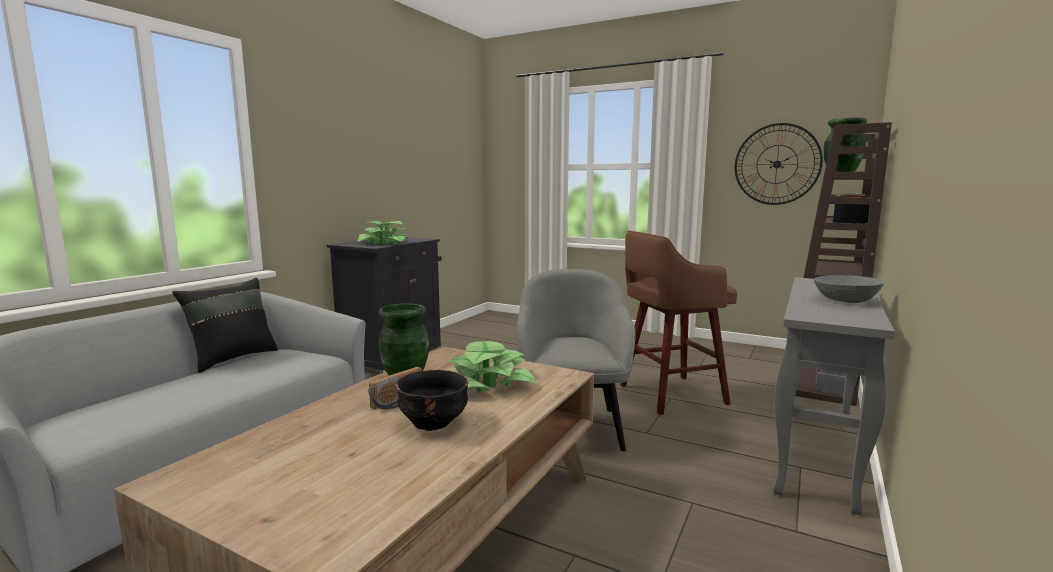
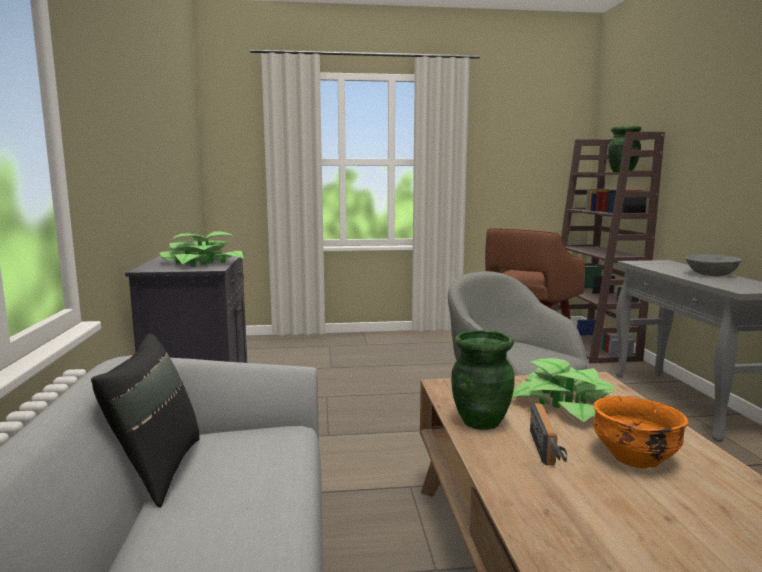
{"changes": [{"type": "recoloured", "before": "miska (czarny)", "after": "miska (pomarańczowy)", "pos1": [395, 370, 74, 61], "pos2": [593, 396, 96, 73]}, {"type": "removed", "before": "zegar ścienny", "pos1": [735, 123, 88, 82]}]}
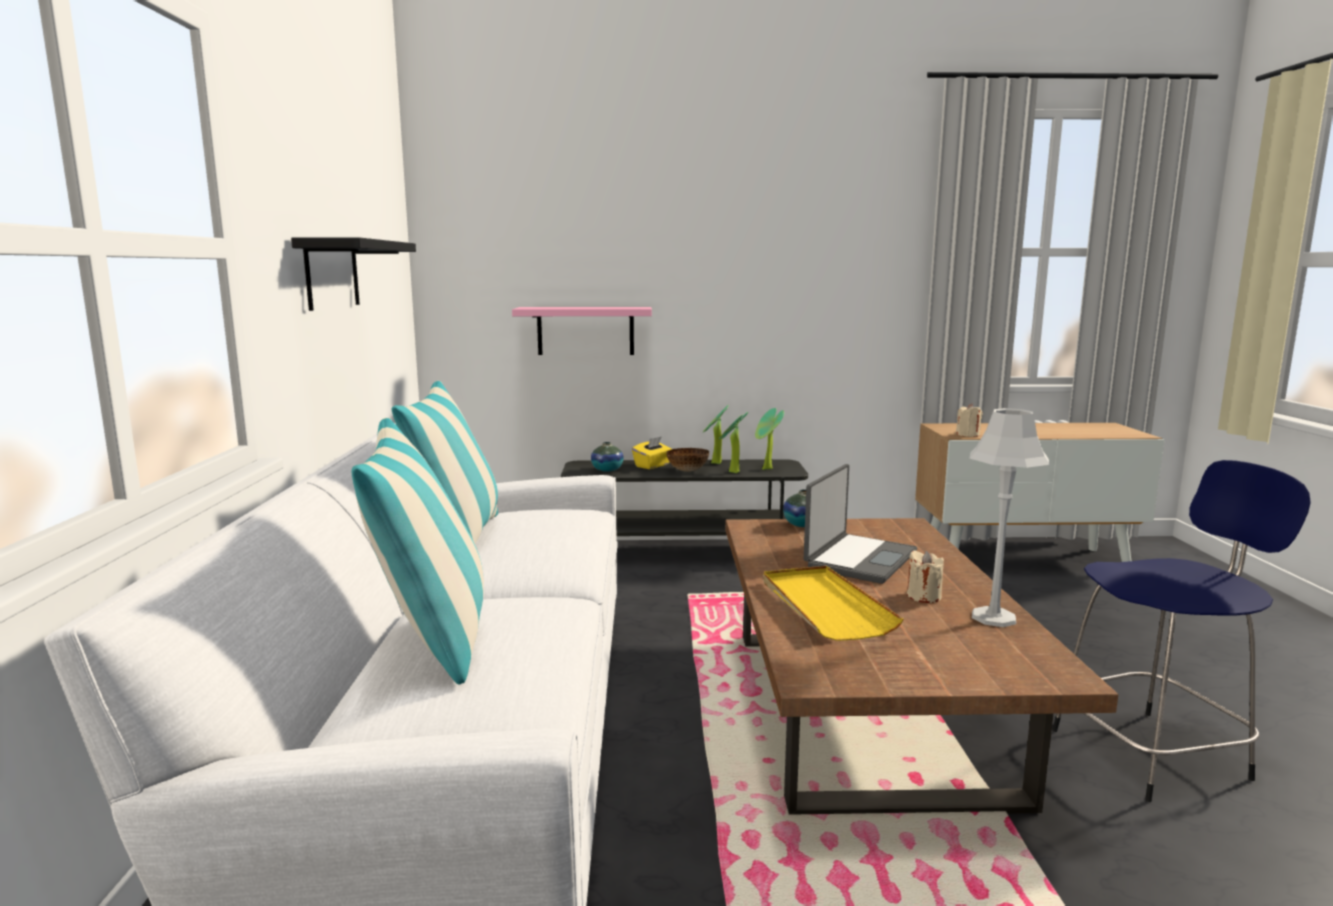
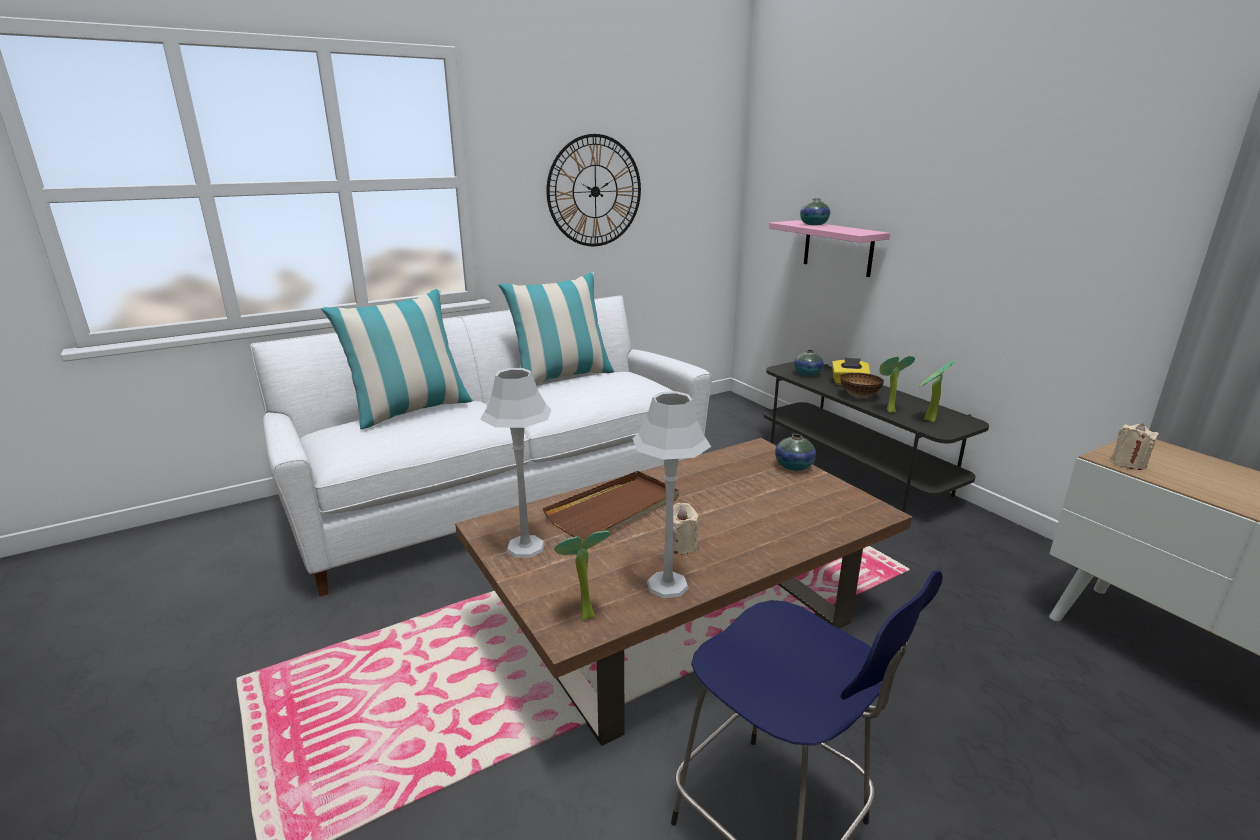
{"changes": [{"type": "added", "after": "lampa stołowa (szary)", "pos2": [480, 368, 72, 190]}, {"type": "recoloured", "before": "taca (żółty)", "after": "taca (brązowy)", "pos1": [763, 566, 141, 75], "pos2": [543, 471, 136, 70]}, {"type": "replaced", "before": "półka (czarny)", "after": "zegar ścienny", "pos1": [291, 237, 125, 74], "pos2": [547, 134, 94, 112]}, {"type": "moved", "before": "roślina doniczkowa", "pos1": [702, 405, 27, 59], "pos2": [554, 531, 56, 89]}, {"type": "added", "after": "wazon", "pos2": [800, 198, 30, 27]}, {"type": "removed", "before": "laptop", "pos1": [804, 464, 113, 120]}]}
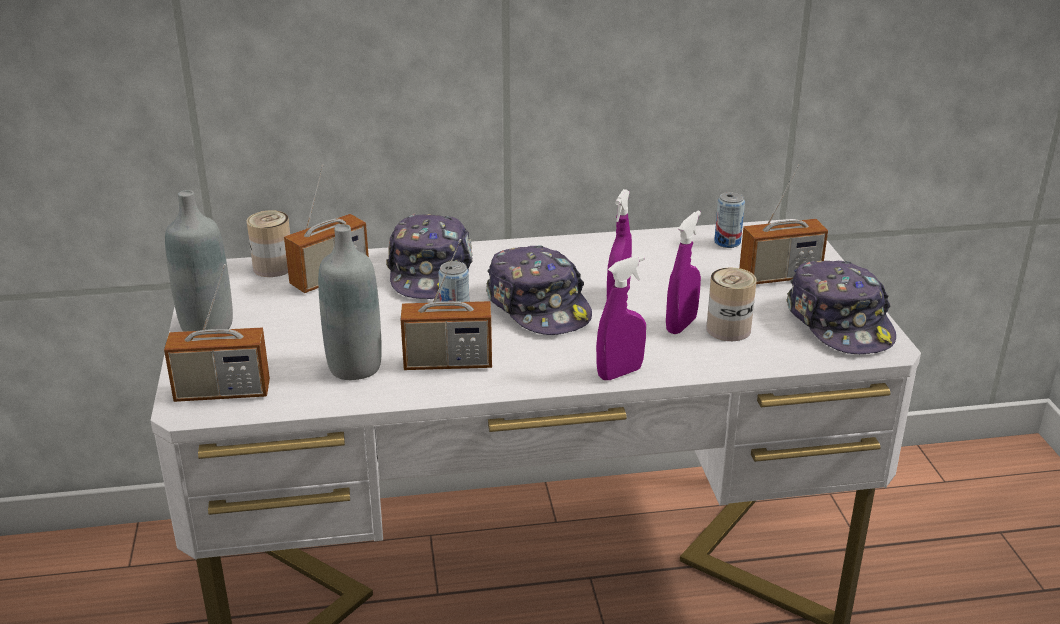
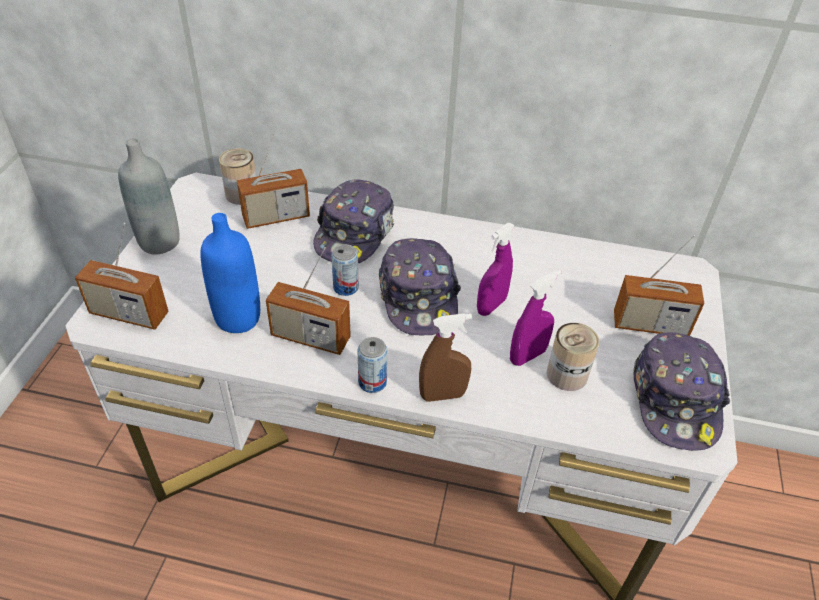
{"changes": [{"type": "recoloured", "before": "butelka (szary)", "after": "butelka (niebieski)", "pos1": [318, 224, 64, 156], "pos2": [200, 213, 60, 120]}, {"type": "moved", "before": "puszka", "pos1": [714, 192, 31, 56], "pos2": [357, 337, 30, 56]}, {"type": "recoloured", "before": "spryskiwacz (fioletowy)", "after": "spryskiwacz (brązowy)", "pos1": [596, 255, 50, 125], "pos2": [419, 313, 53, 89]}]}
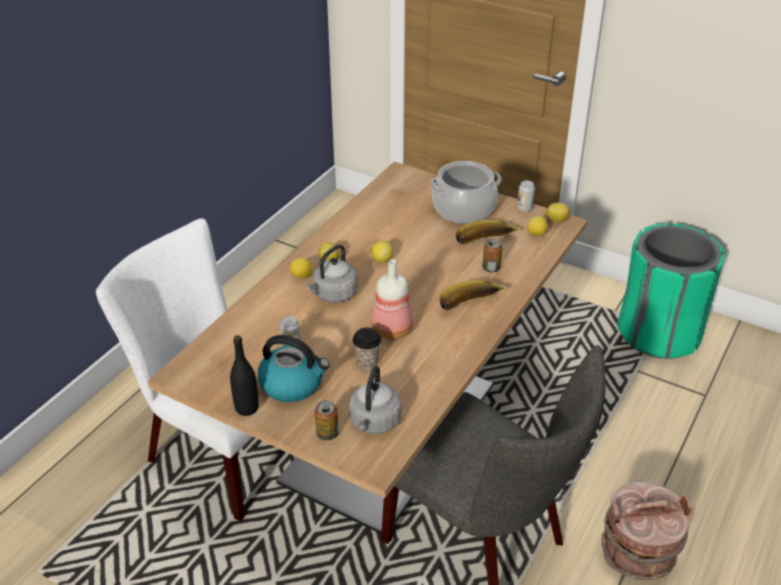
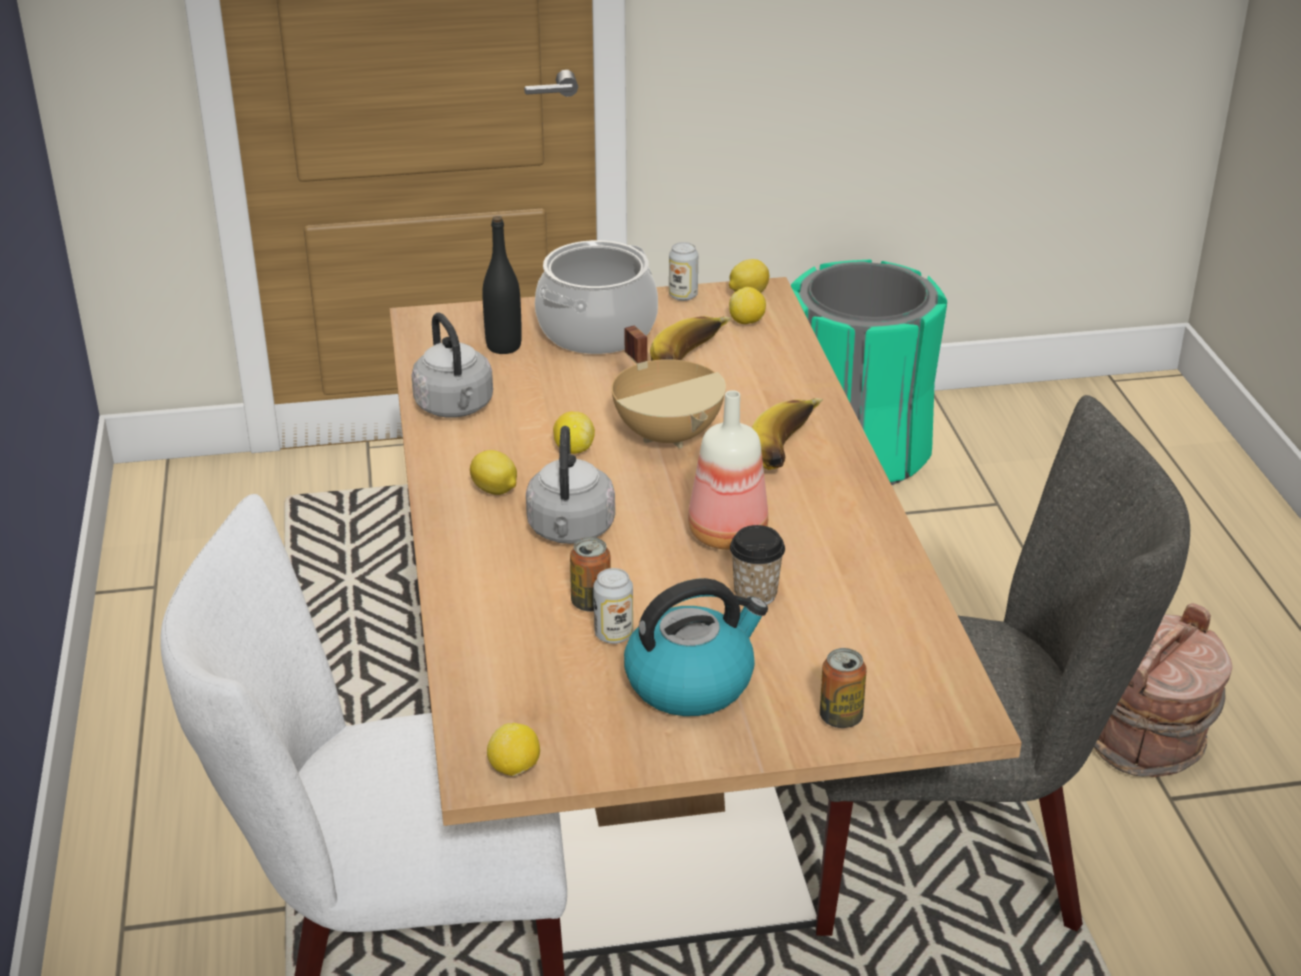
{"changes": [{"type": "moved", "before": "czajnik (szary)", "pos1": [349, 366, 52, 68], "pos2": [411, 312, 82, 106]}, {"type": "moved", "before": "butelka (czarny)", "pos1": [230, 335, 29, 81], "pos2": [482, 216, 40, 138]}, {"type": "moved", "before": "cytryna", "pos1": [290, 257, 22, 21], "pos2": [487, 723, 53, 53]}, {"type": "moved", "before": "puszka", "pos1": [482, 238, 21, 35], "pos2": [570, 537, 41, 75]}, {"type": "added", "after": "garnek (beżowy)", "pos2": [611, 325, 115, 124]}]}
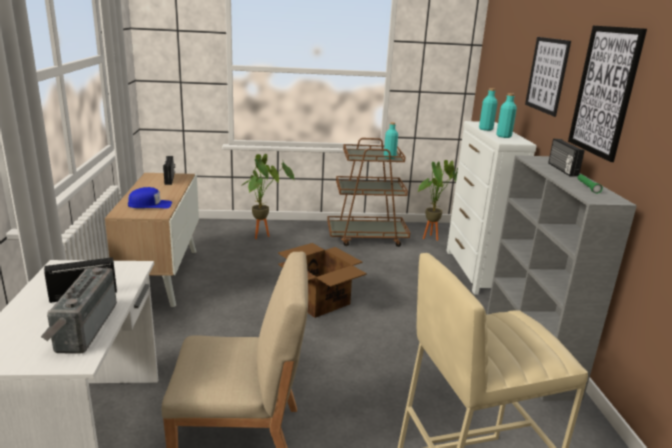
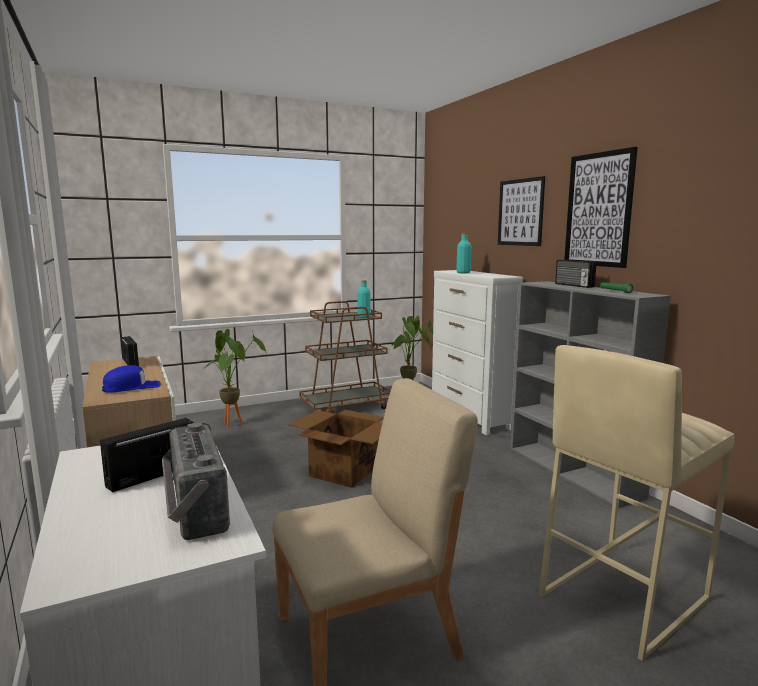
{"changes": [{"type": "removed", "before": "butelka (turkusowy)", "pos1": [496, 93, 21, 45]}]}
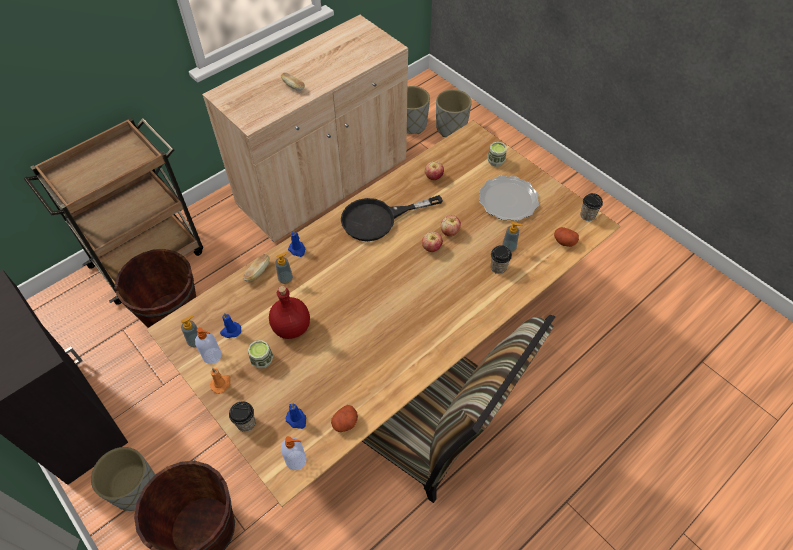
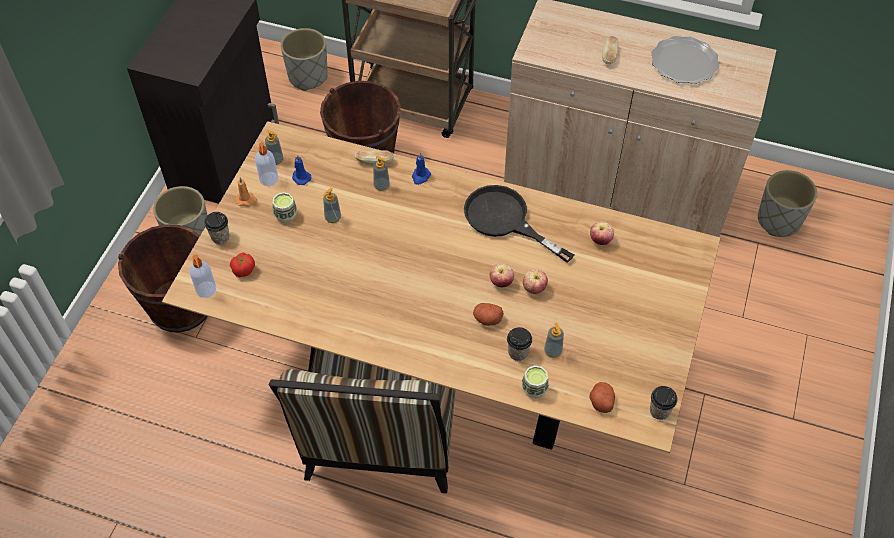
{"changes": [{"type": "replaced", "before": "świeca (niebieski)", "after": "pomidor", "pos1": [286, 403, 20, 26], "pos2": [230, 253, 25, 24]}, {"type": "moved", "before": "donica (szary)", "pos1": [436, 89, 36, 48], "pos2": [281, 28, 47, 63]}, {"type": "replaced", "before": "butelka (czerwony)", "after": "dozownik mydła", "pos1": [269, 286, 41, 53], "pos2": [322, 188, 19, 35]}, {"type": "moved", "before": "ziemniak", "pos1": [331, 405, 27, 27], "pos2": [473, 303, 31, 23]}, {"type": "moved", "before": "filiżanka", "pos1": [487, 142, 20, 25], "pos2": [522, 365, 27, 33]}, {"type": "moved", "before": "talerz", "pos1": [479, 176, 60, 45], "pos2": [651, 36, 68, 48]}]}
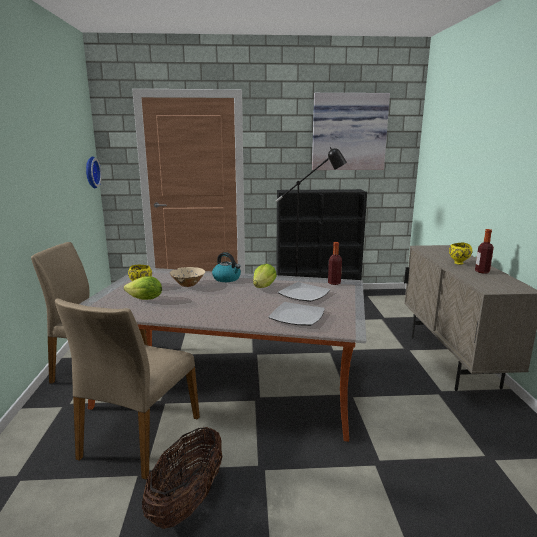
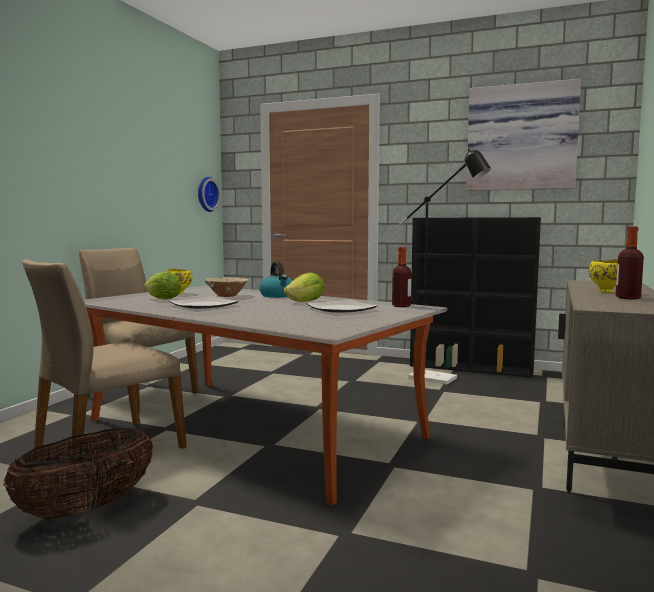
{"changes": [{"type": "moved", "before": "talerz", "pos1": [269, 302, 56, 24], "pos2": [169, 296, 70, 13]}]}
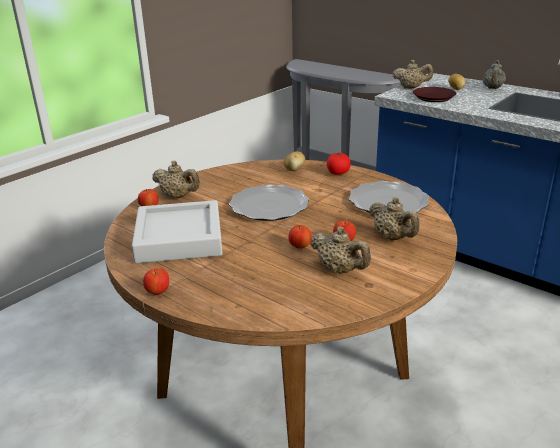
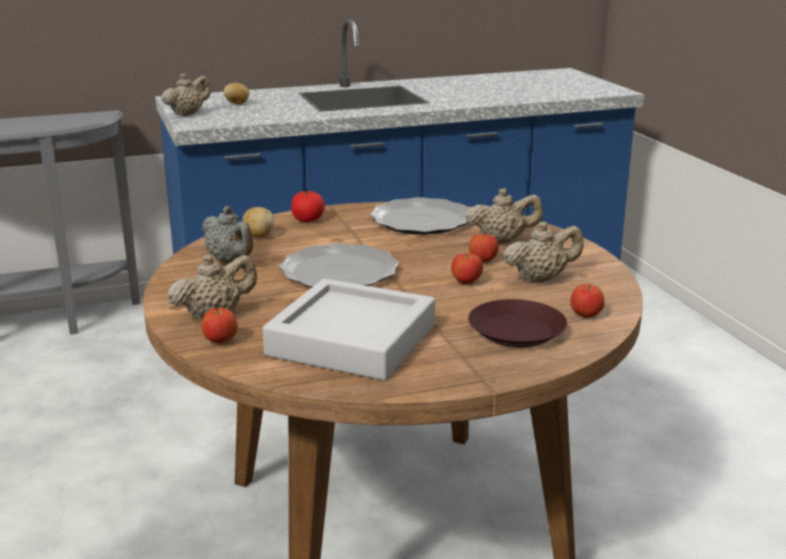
{"changes": [{"type": "moved", "before": "imbryk (szary)", "pos1": [483, 60, 23, 29], "pos2": [202, 206, 51, 57]}, {"type": "moved", "before": "talerz (brązowy)", "pos1": [413, 87, 43, 15], "pos2": [468, 299, 99, 48]}, {"type": "moved", "before": "jabłko", "pos1": [143, 268, 26, 27], "pos2": [570, 284, 34, 34]}]}
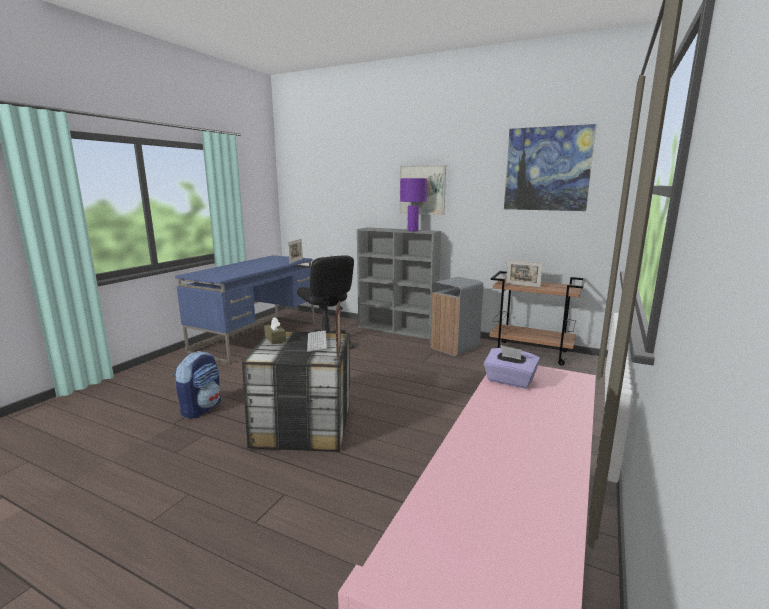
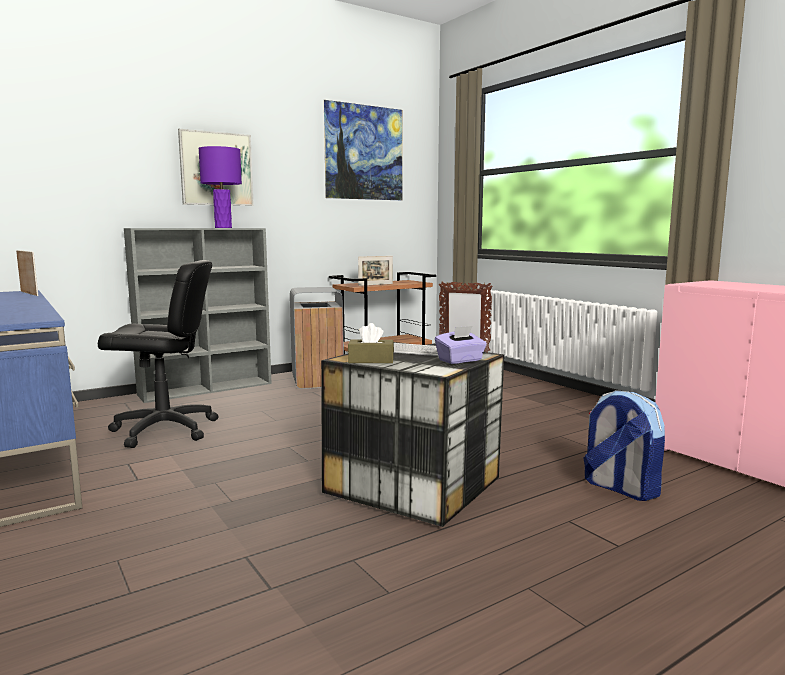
{"changes": [{"type": "moved", "before": "pudełko chusteczek (fioletowy)", "pos1": [484, 345, 56, 44], "pos2": [435, 326, 52, 38]}, {"type": "moved", "before": "plecak", "pos1": [174, 351, 47, 68], "pos2": [584, 390, 81, 111]}]}
